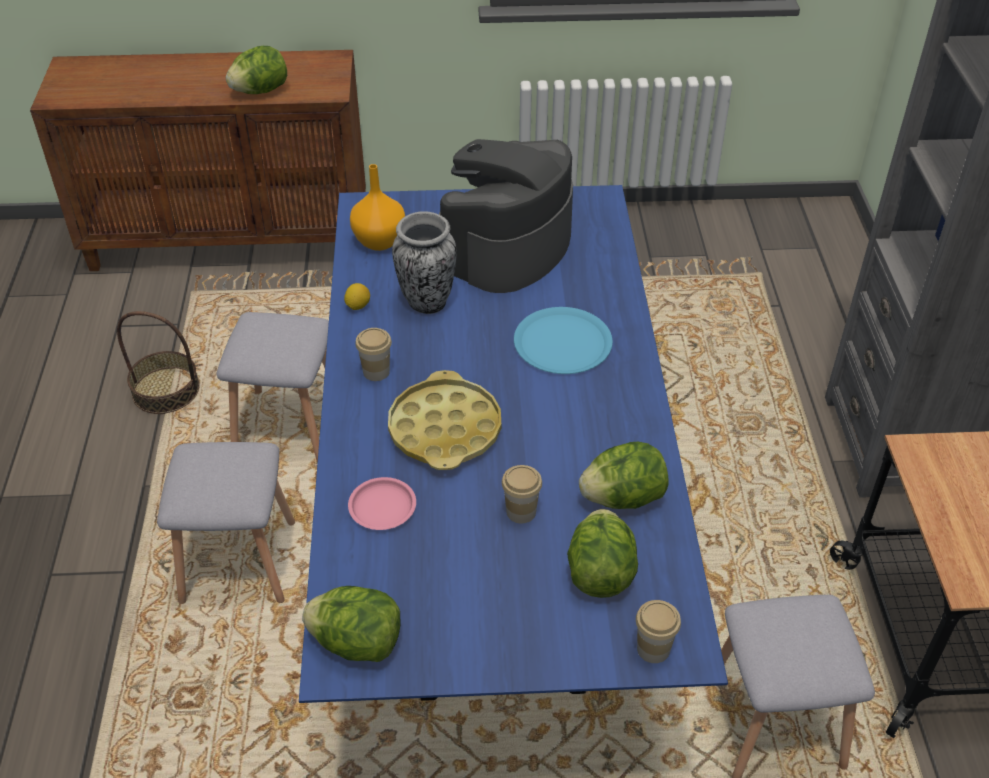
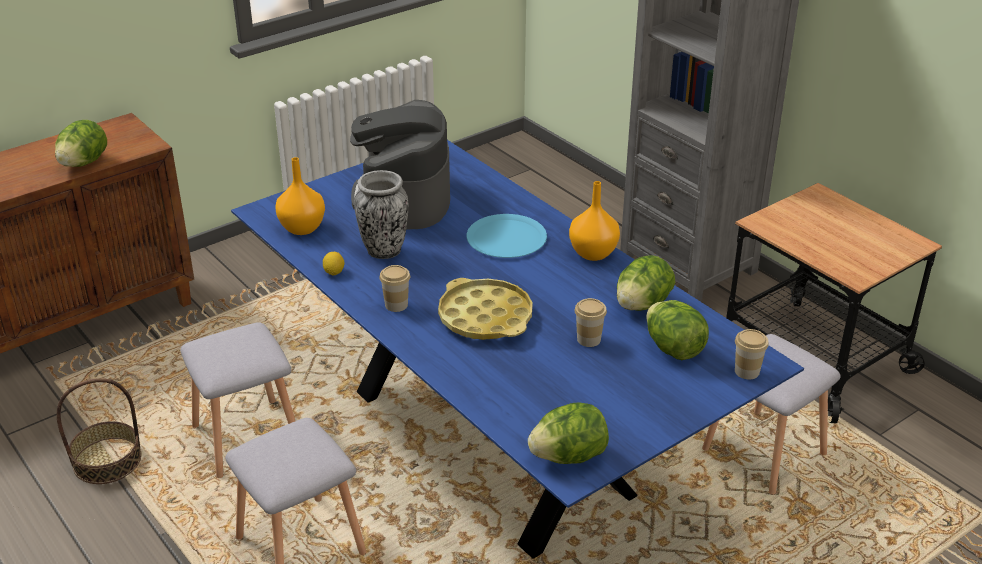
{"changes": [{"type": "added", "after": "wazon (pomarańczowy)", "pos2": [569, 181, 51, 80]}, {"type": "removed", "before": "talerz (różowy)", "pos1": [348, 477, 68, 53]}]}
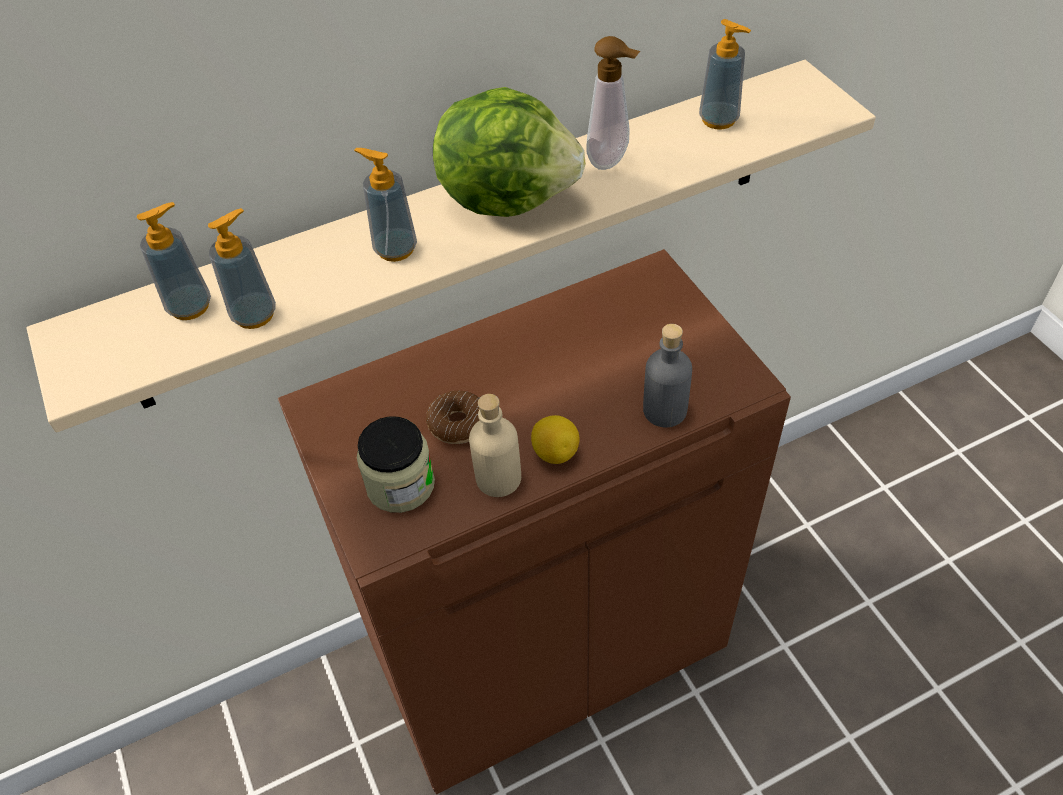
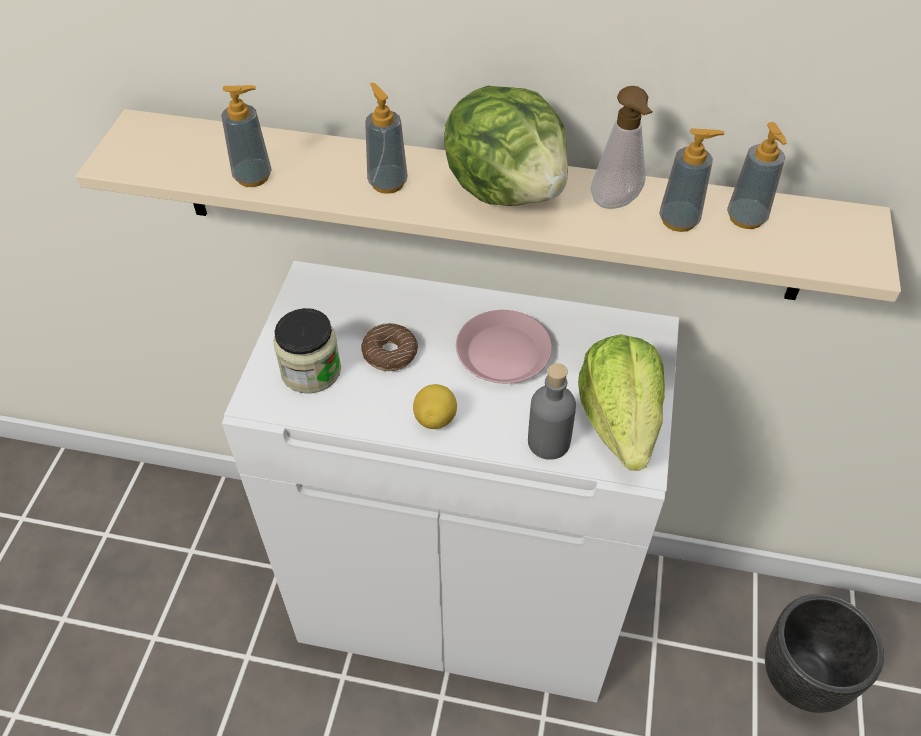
{"changes": [{"type": "recoloured", "before": "szafka (brązowy)", "after": "szafka (biały)", "pos1": [278, 249, 513, 546], "pos2": [222, 261, 457, 442]}, {"type": "added", "after": "talerz (różowy)", "pos2": [456, 310, 96, 73]}, {"type": "added", "after": "sałata", "pos2": [578, 334, 87, 137]}, {"type": "moved", "before": "dozownik mydła", "pos1": [137, 202, 74, 118], "pos2": [659, 128, 66, 104]}, {"type": "added", "after": "donica (czarny)", "pos2": [765, 594, 119, 119]}, {"type": "removed", "before": "butelka (beżowy)", "pos1": [469, 394, 52, 103]}]}
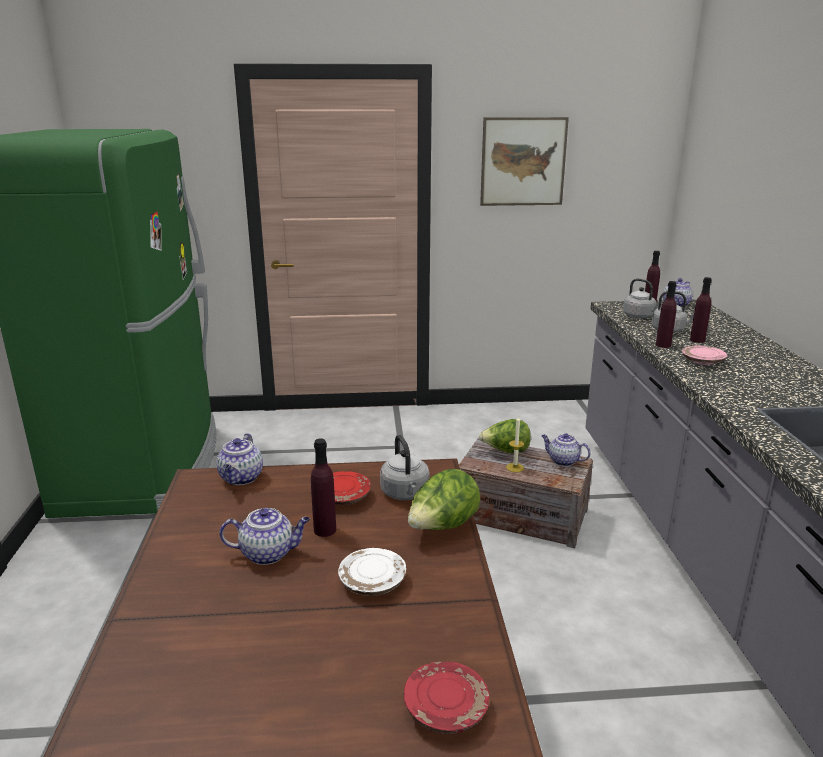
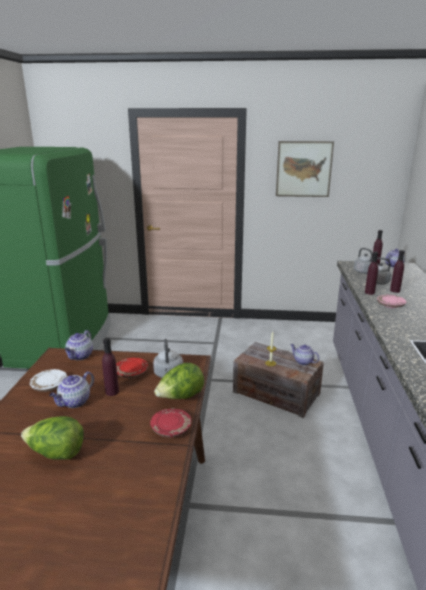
{"changes": [{"type": "moved", "before": "sałata", "pos1": [479, 419, 52, 34], "pos2": [21, 416, 63, 44]}, {"type": "moved", "before": "talerz (biały)", "pos1": [338, 548, 68, 48], "pos2": [30, 369, 37, 23]}, {"type": "turned", "before": "imbryk", "pos1": [219, 508, 91, 57], "pos2": [49, 372, 45, 36], "turn": 120}, {"type": "moved", "before": "talerz (czerwony)", "pos1": [404, 662, 85, 72], "pos2": [150, 408, 41, 29]}]}
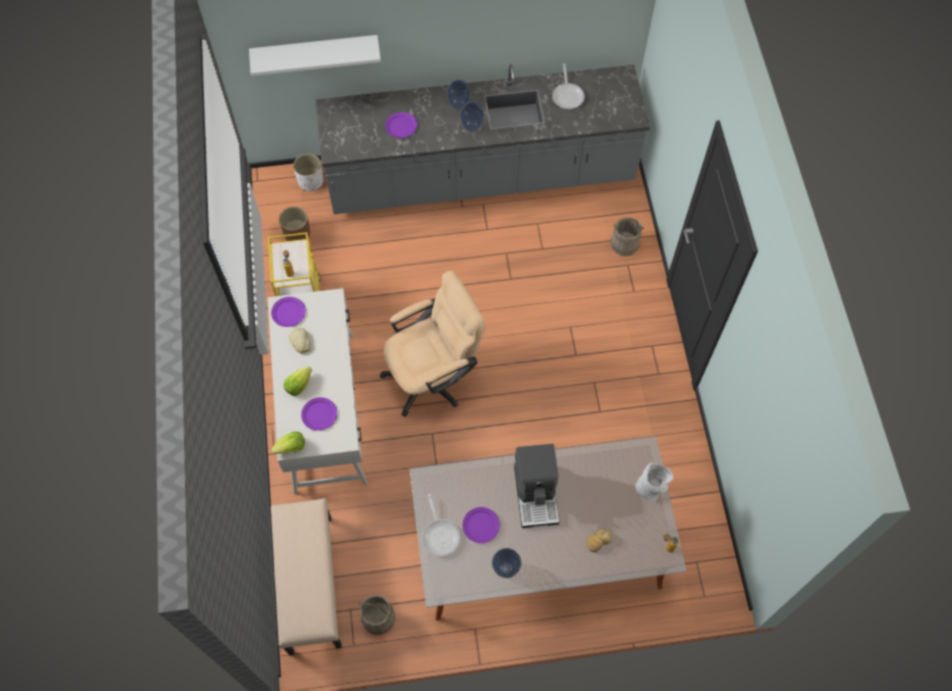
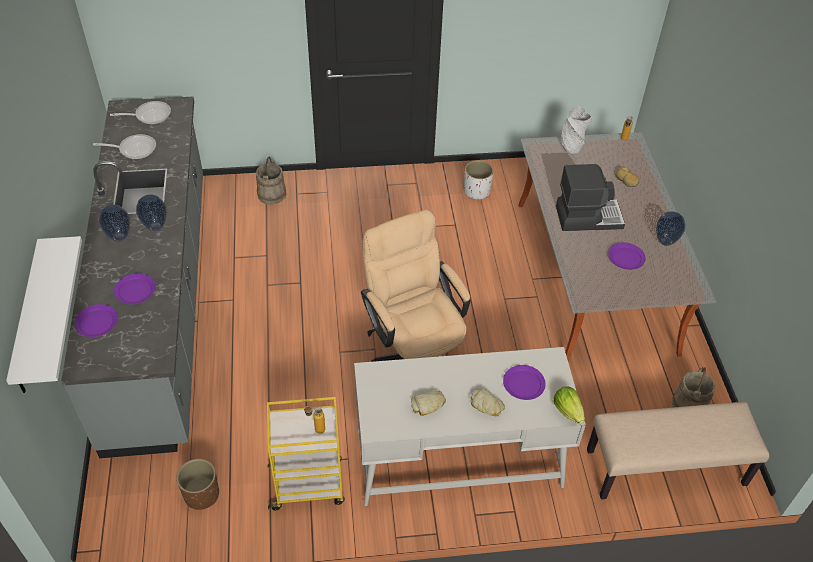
{"changes": [{"type": "moved", "before": "talerz (fioletowy)", "pos1": [271, 297, 35, 30], "pos2": [74, 304, 44, 33]}, {"type": "moved", "before": "patelnia", "pos1": [422, 494, 38, 63], "pos2": [110, 101, 61, 23]}, {"type": "moved", "before": "donica (biały)", "pos1": [293, 154, 30, 37], "pos2": [464, 160, 30, 39]}, {"type": "replaced", "before": "sałata", "after": "chleb", "pos1": [283, 366, 29, 30], "pos2": [471, 389, 34, 27]}]}
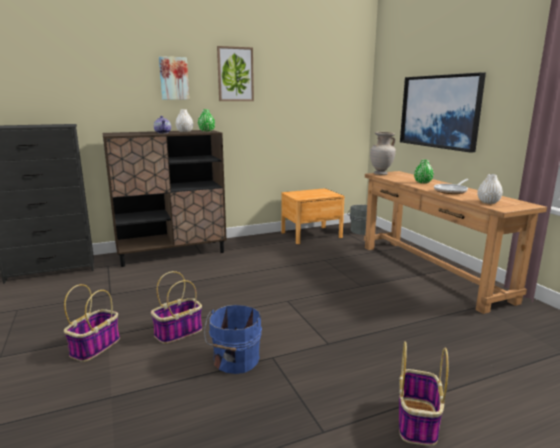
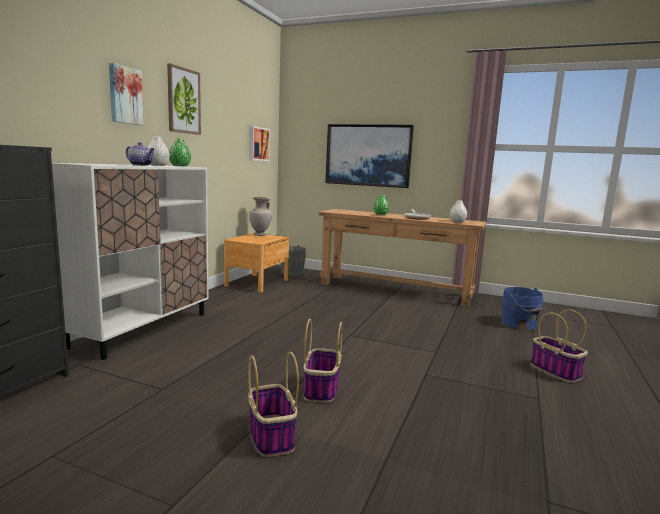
{"changes": [{"type": "recoloured", "before": "szafka (brązowy)", "after": "szafka (biały)", "pos1": [102, 130, 125, 137], "pos2": [52, 163, 157, 197]}, {"type": "added", "after": "obraz", "pos2": [249, 126, 21, 35]}, {"type": "moved", "before": "wazon (beżowy)", "pos1": [370, 132, 26, 43], "pos2": [249, 197, 23, 39]}, {"type": "moved", "before": "wiadro (niebieski)", "pos1": [204, 305, 58, 69], "pos2": [501, 287, 45, 43]}]}
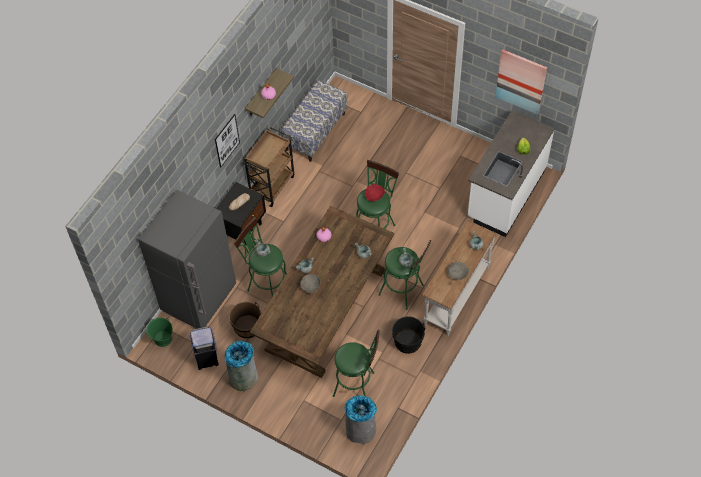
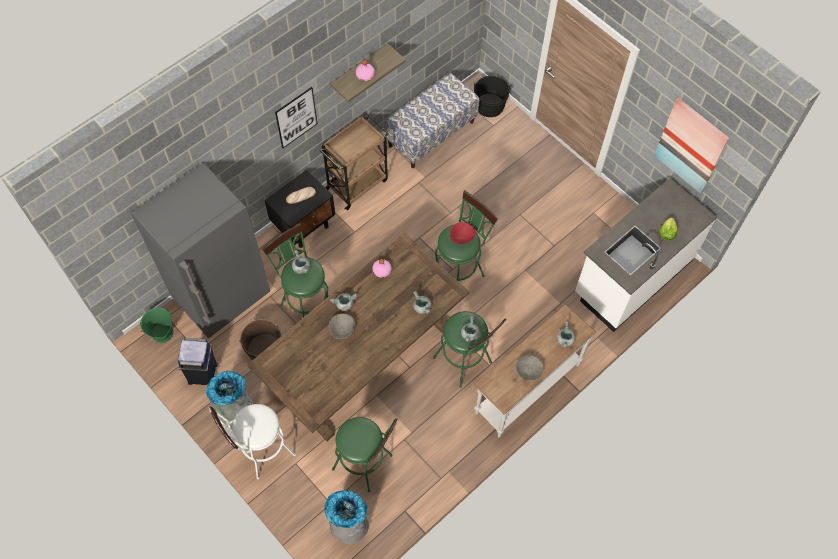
{"changes": [{"type": "added", "after": "stołek (biały)", "pos2": [209, 404, 87, 75]}, {"type": "moved", "before": "wiadro (czarny)", "pos1": [392, 316, 33, 38], "pos2": [474, 76, 36, 41]}]}
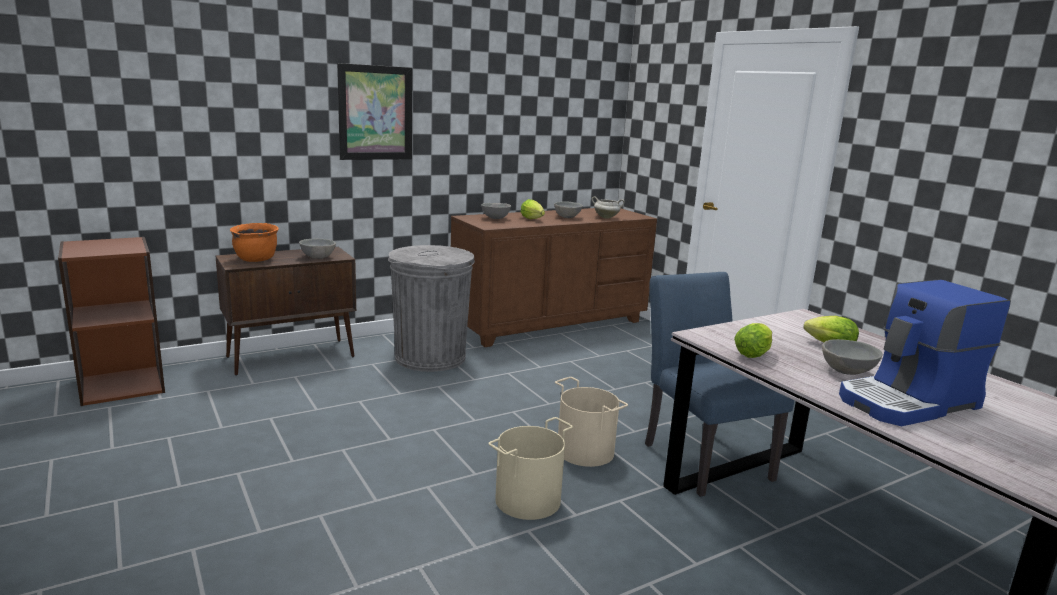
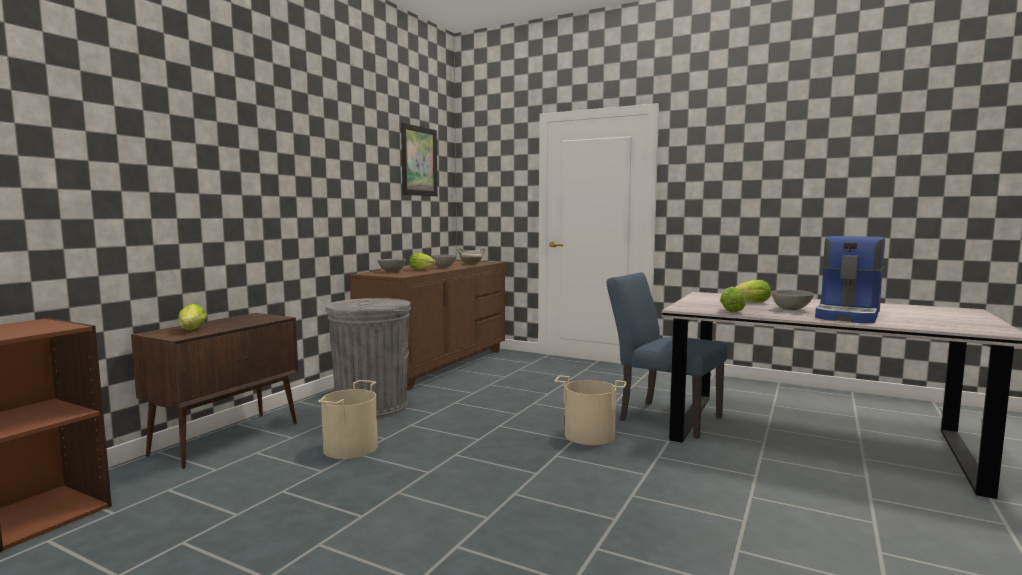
{"changes": [{"type": "replaced", "before": "garnek (pomarańczowy)", "after": "sałata", "pos1": [230, 223, 48, 39], "pos2": [178, 304, 29, 26]}, {"type": "moved", "before": "wiadro (beżowy)", "pos1": [488, 417, 85, 103], "pos2": [318, 380, 60, 79]}, {"type": "moved", "before": "obraz", "pos1": [337, 63, 75, 97], "pos2": [401, 123, 37, 73]}, {"type": "removed", "before": "miska (szary)", "pos1": [299, 239, 37, 20]}]}
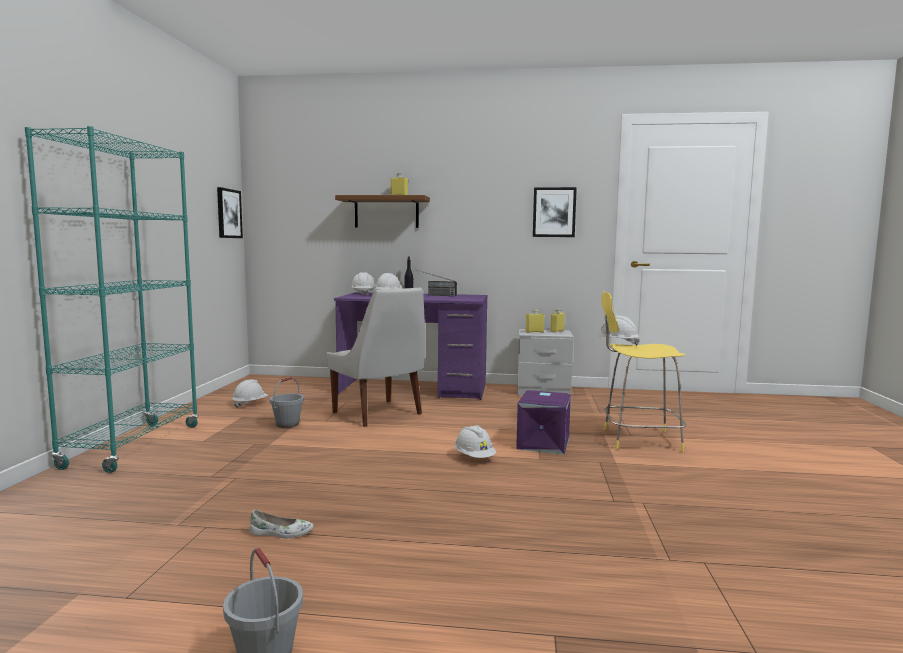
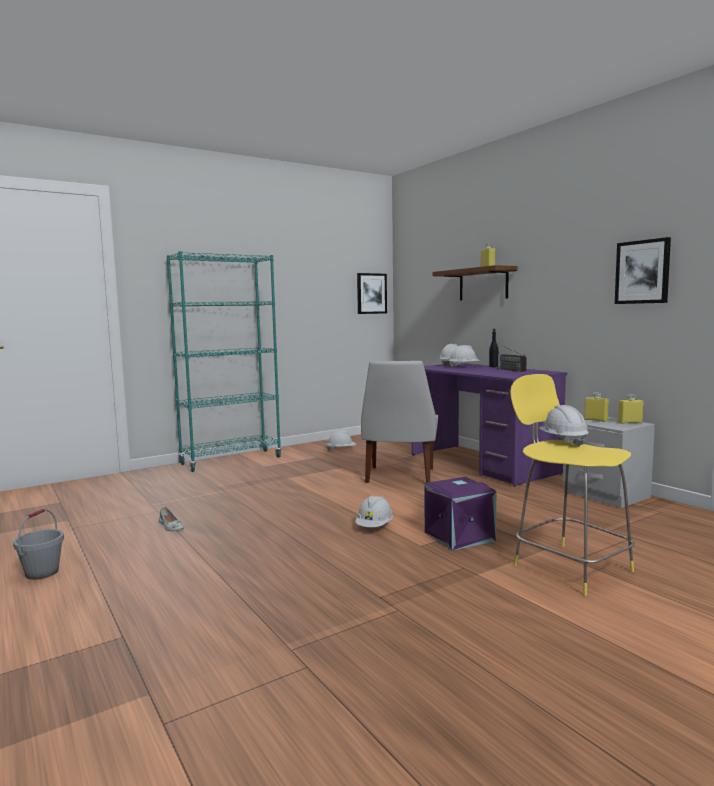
{"changes": [{"type": "removed", "before": "wiadro (szary)", "pos1": [270, 377, 34, 51]}]}
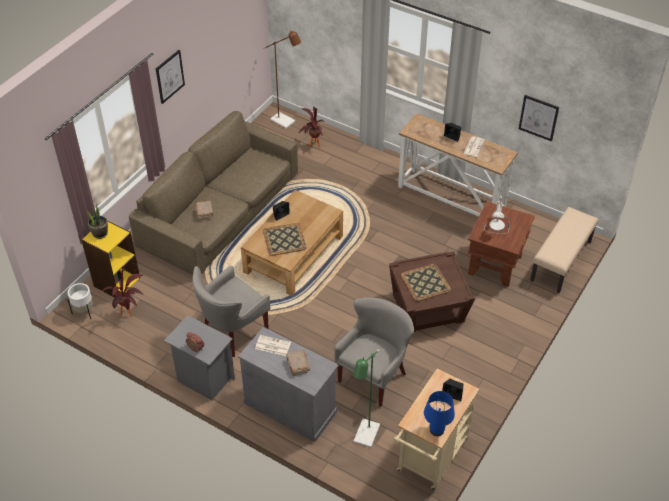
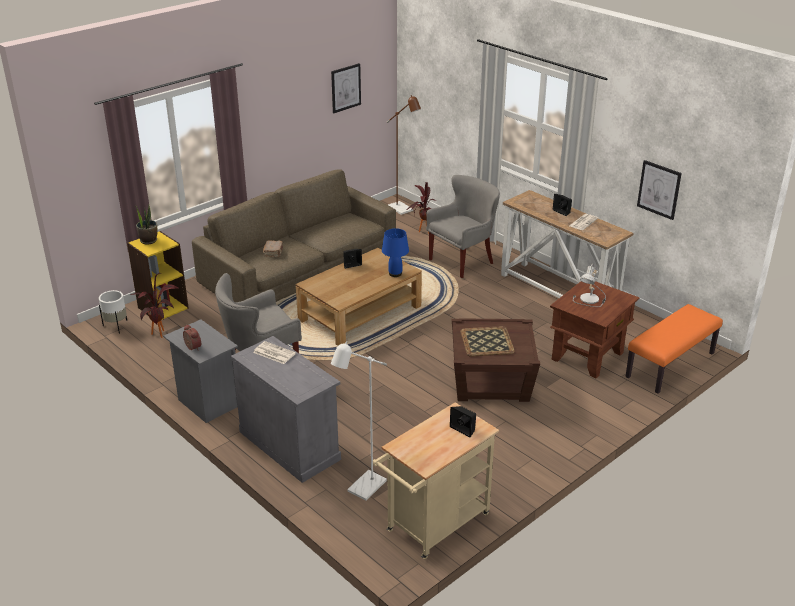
{"changes": [{"type": "moved", "before": "obraz", "pos1": [156, 50, 29, 54], "pos2": [331, 63, 30, 50]}, {"type": "recoloured", "before": "lampa stojąca (zielony)", "after": "lampa stojąca (biały)", "pos1": [353, 349, 27, 99], "pos2": [331, 341, 56, 160]}, {"type": "moved", "before": "lampa stołowa (niebieski)", "pos1": [424, 391, 31, 45], "pos2": [382, 228, 27, 49]}, {"type": "moved", "before": "fotel (szary)", "pos1": [334, 298, 80, 109], "pos2": [426, 175, 74, 103]}, {"type": "recoloured", "before": "ławka (beżowy)", "after": "ławka (pomarańczowy)", "pos1": [530, 207, 69, 86], "pos2": [625, 304, 98, 90]}, {"type": "removed", "before": "taca", "pos1": [263, 223, 44, 33]}, {"type": "removed", "before": "książka (brązowy)", "pos1": [286, 350, 24, 26]}]}
